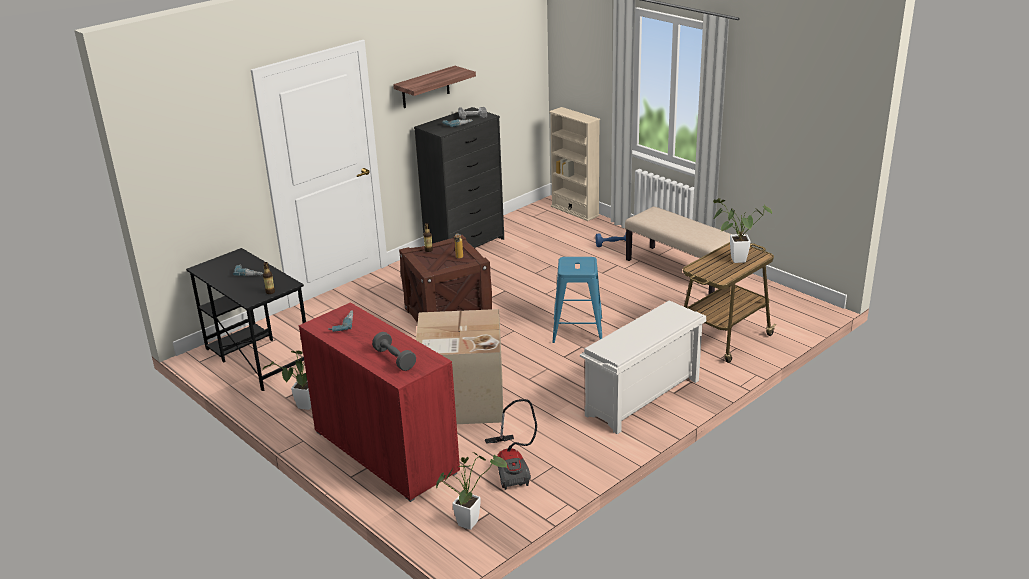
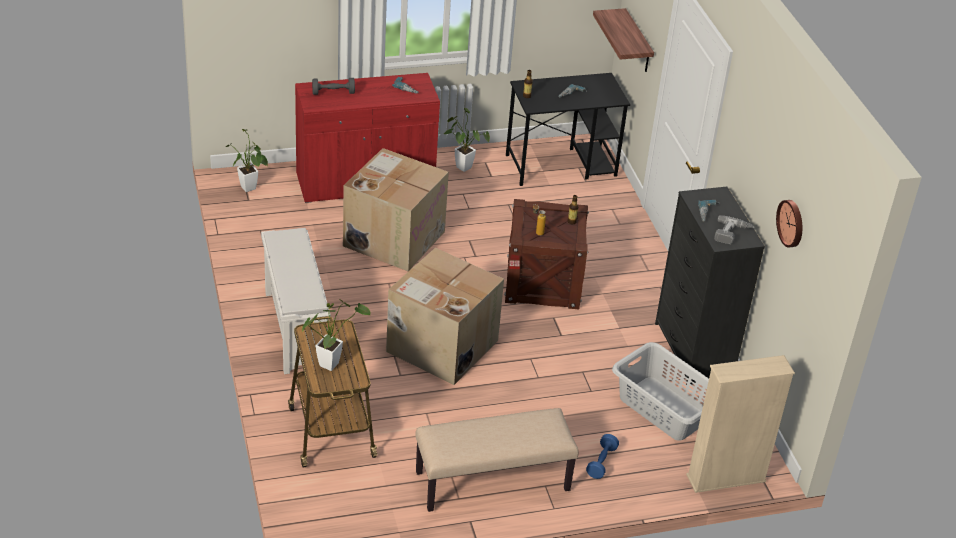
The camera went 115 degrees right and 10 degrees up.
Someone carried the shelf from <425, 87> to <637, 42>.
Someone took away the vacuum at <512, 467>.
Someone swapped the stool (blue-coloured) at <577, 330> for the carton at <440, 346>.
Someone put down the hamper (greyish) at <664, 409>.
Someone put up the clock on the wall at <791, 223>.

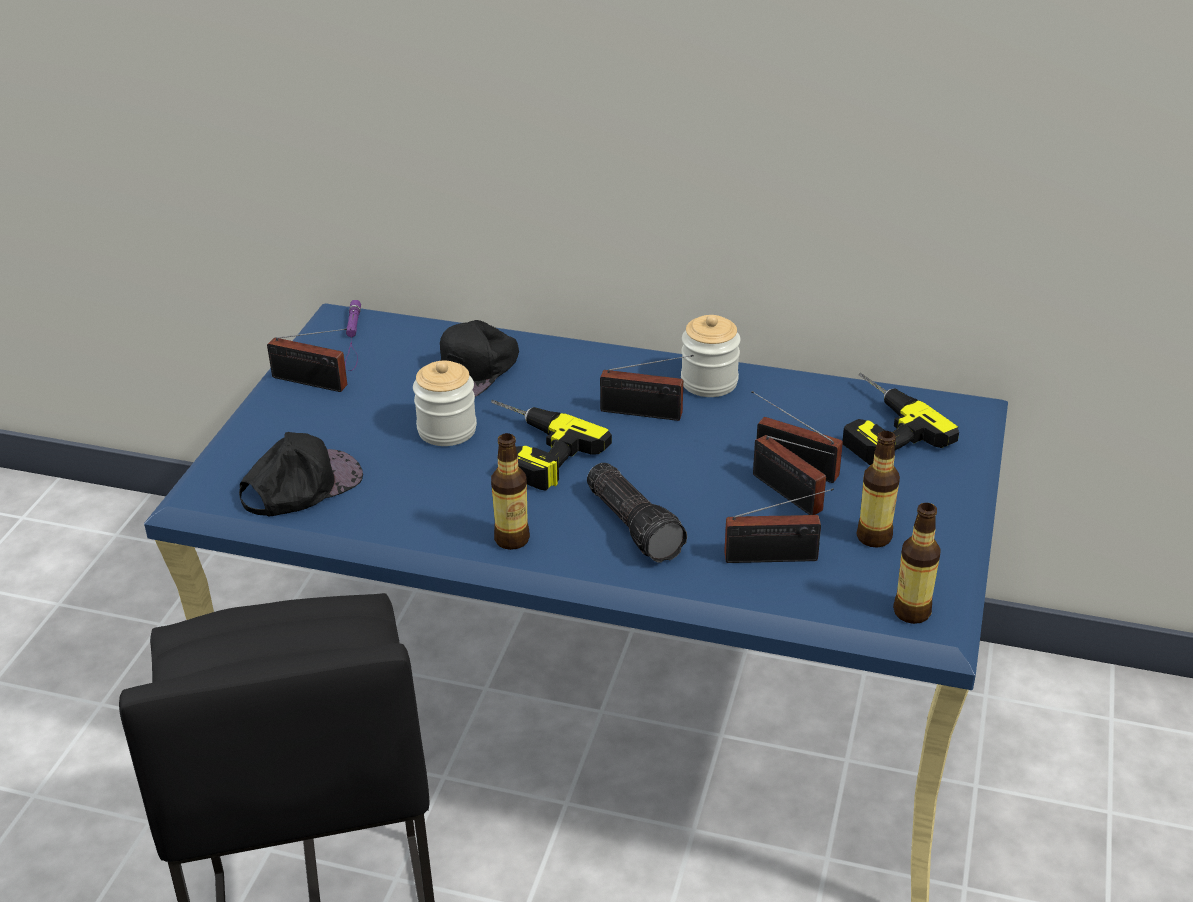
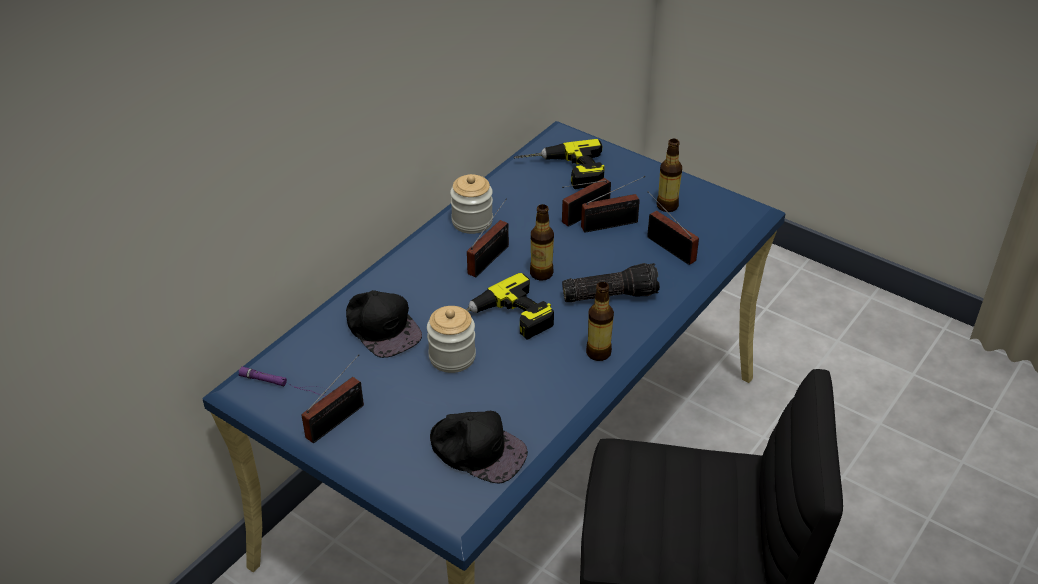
The camera went 70 degrees left and 5 degrees up.
Someone rotated the peaked cap (blackish) at <300, 485> by 135 degrees clockwise.
Someone rotated the radio receiver at <776, 557> by 60 degrees counterclockwise.
Someone carried the bottle from <911, 612> to <541, 273>.

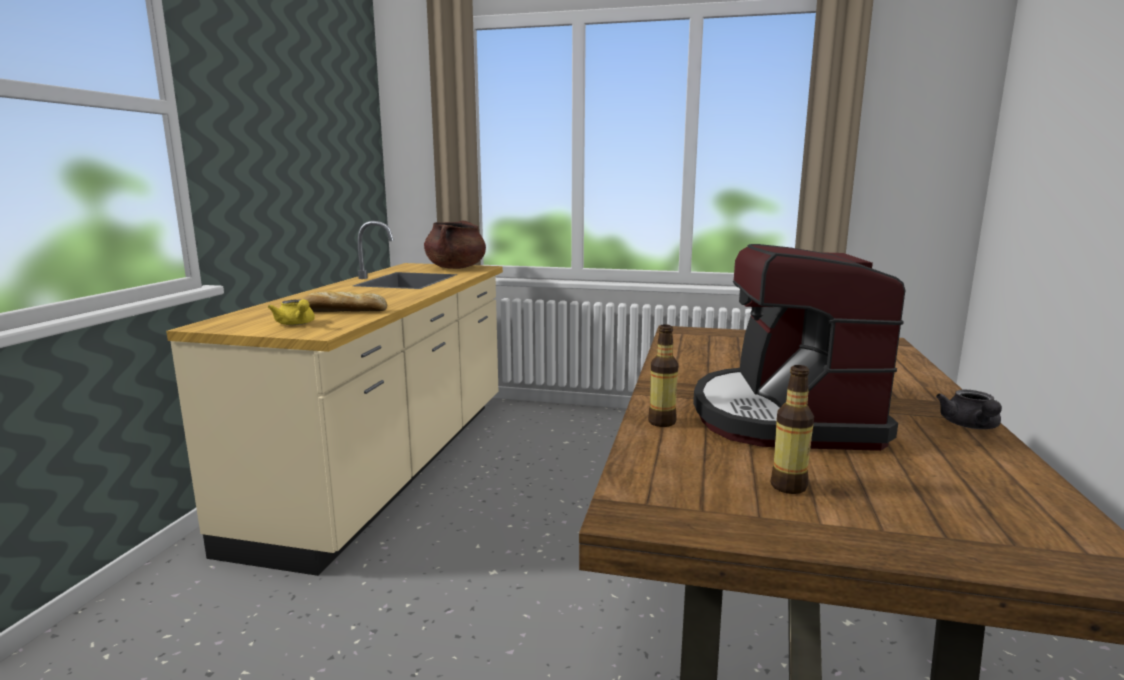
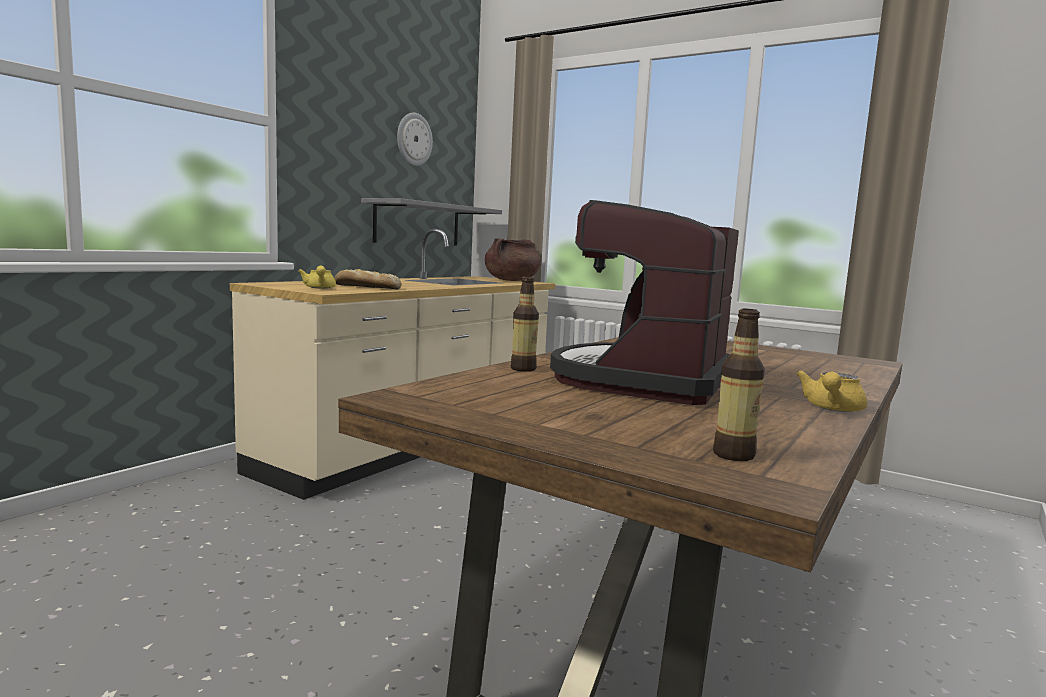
The camera went 20 degrees right and 5 degrees down.
Someone carried the bottle from <788, 486> to <733, 455>.
Someone repainted the teapot (greyish) at <970, 426>, which became the teapot (yellowish) at <831, 409>.
Someone put up the shelf (greyish) at <418, 224>.
Someone put up the clock on the wall at <413, 139>.

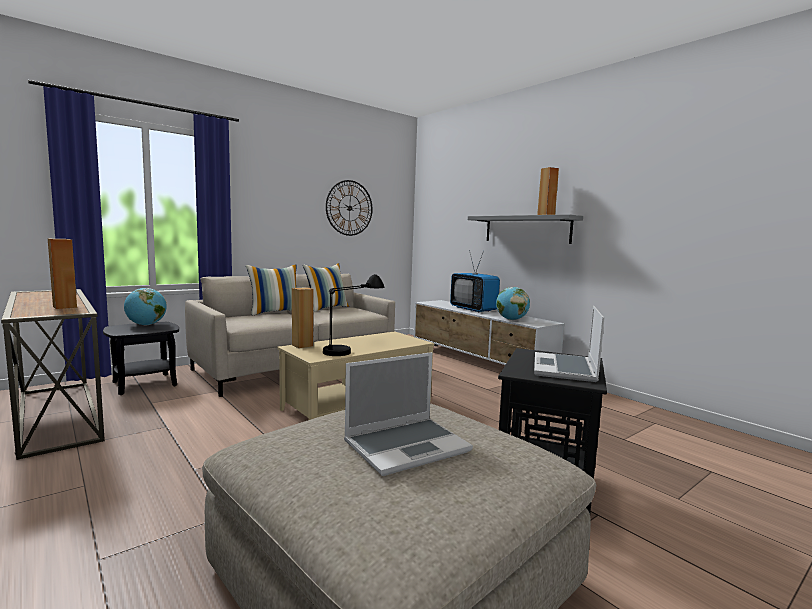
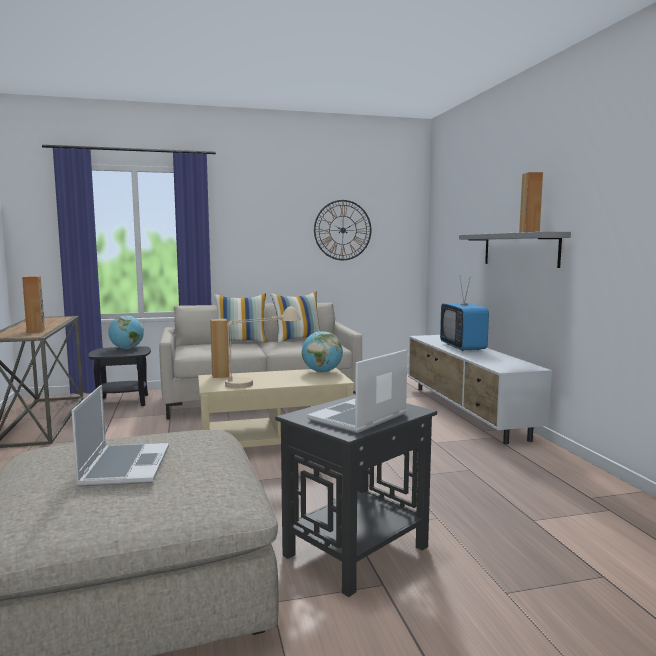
The camera went 25 degrees right and 0 degrees up.
Someone repainted the tabletop lamp (blackish) at <353, 348>, which became the tabletop lamp (beige) at <261, 381>.
Someone rotated the notebook computer at <407, 446> by 90 degrees counterclockwise.
Someone carried the world globe from <511, 319> to <322, 372>.

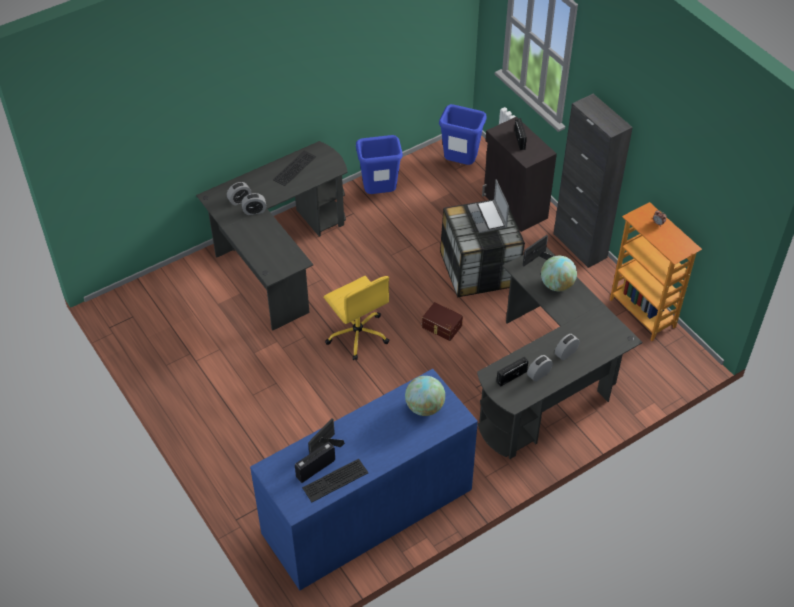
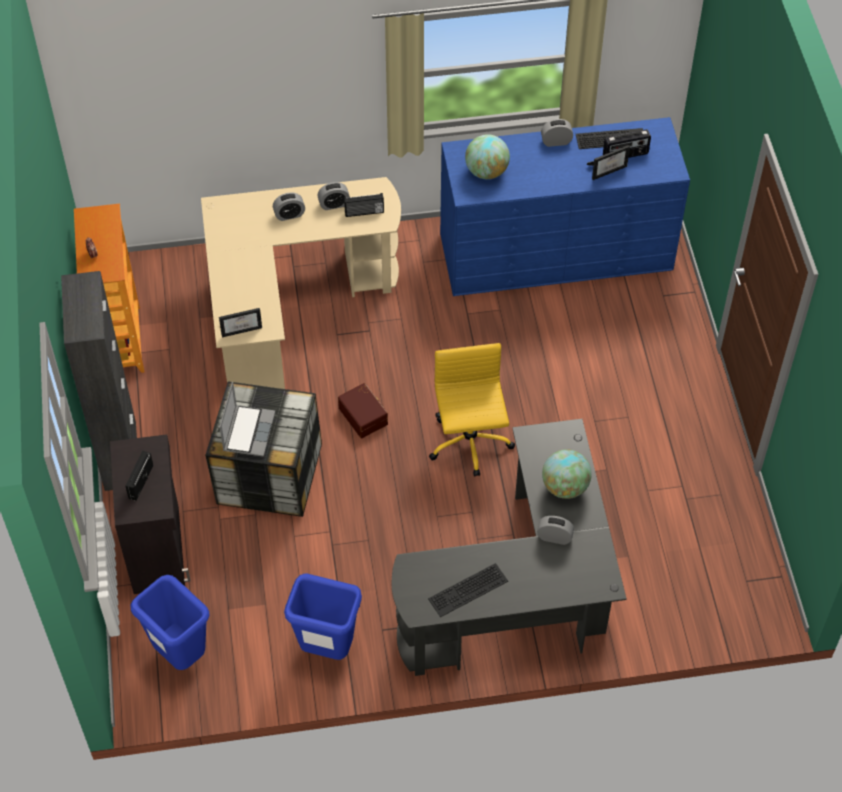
The camera went 155 degrees left and 5 degrees up.
Someone carried the table clock from <240, 200> to <556, 141>.
Someone repainted the desk unit (blackish) at <547, 383>, which became the desk unit (beige) at <289, 305>.
Someone carried the world globe from <557, 285> to <565, 487>.

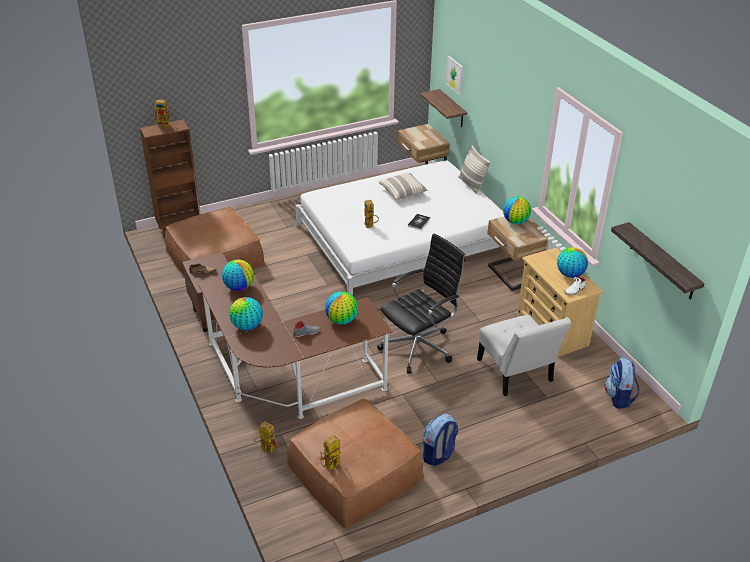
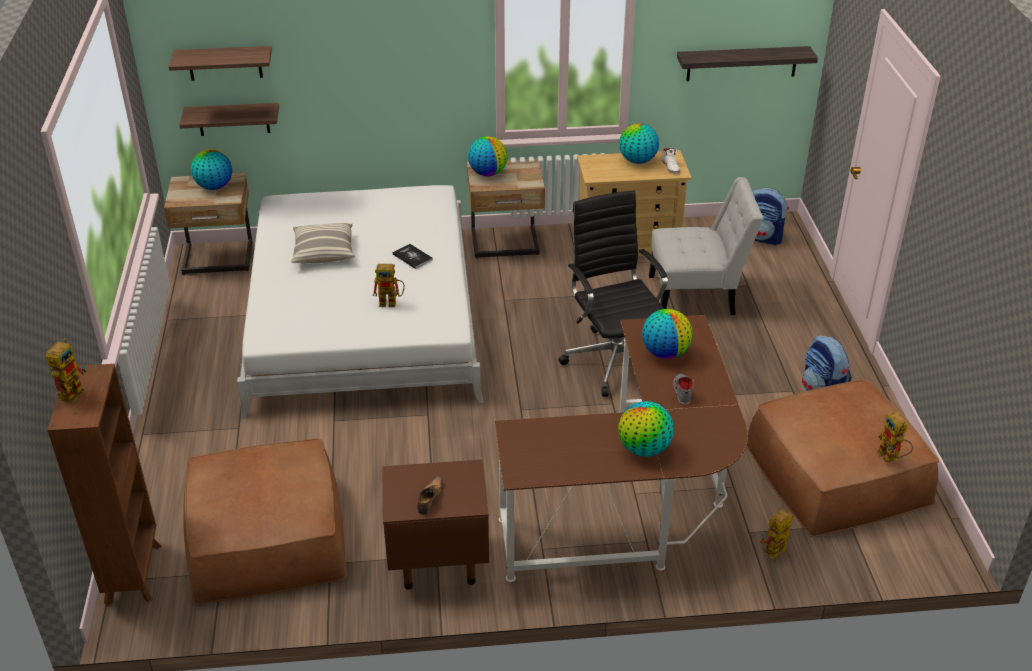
The camera went 70 degrees left and 0 degrees up.
Someone carried the world globe from <239, 287> to <214, 187>.
Someone swapped the picture at <455, 75> for the shelf at <225, 63>.
Someone took away the pillow at <471, 184>.

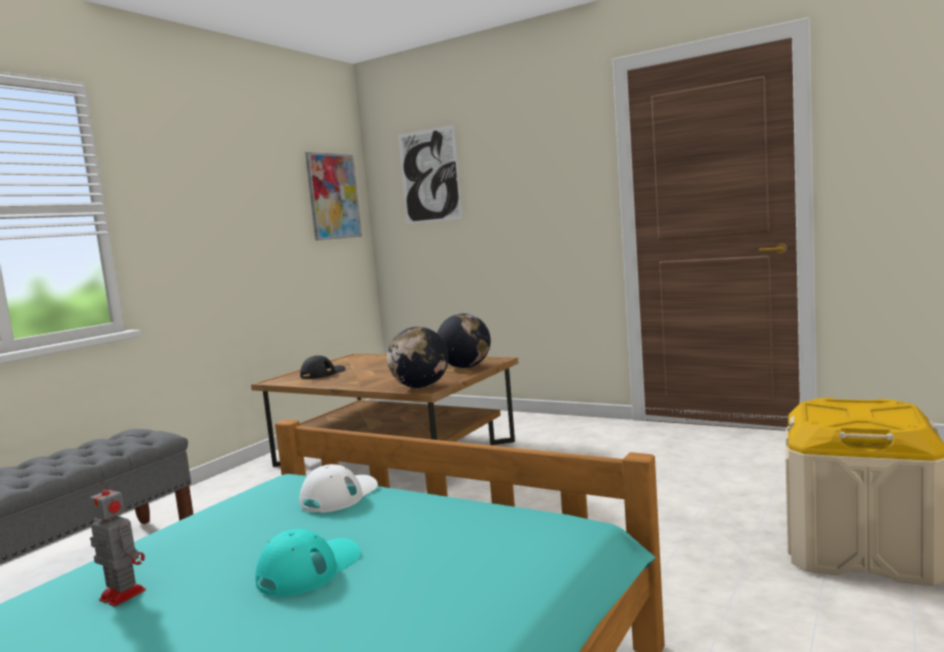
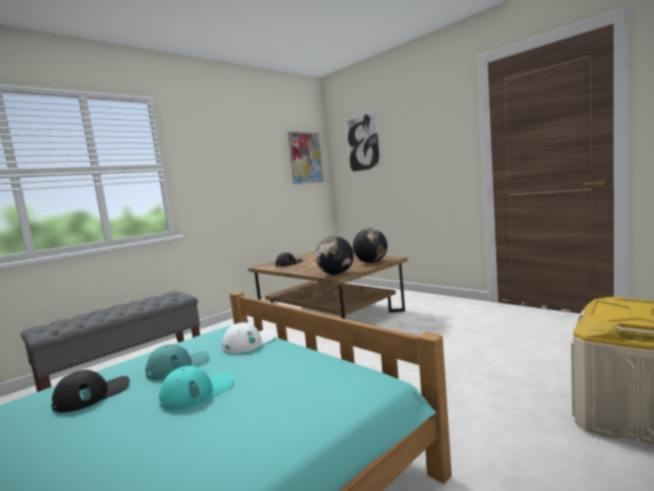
The camera went 15 degrees right and 0 degrees up.
Someone swapped the model robot at <121, 594> for the peaked cap (blackish) at <93, 395>.
Someone put down the peaked cap (turquoise-coloured) at <178, 366>.

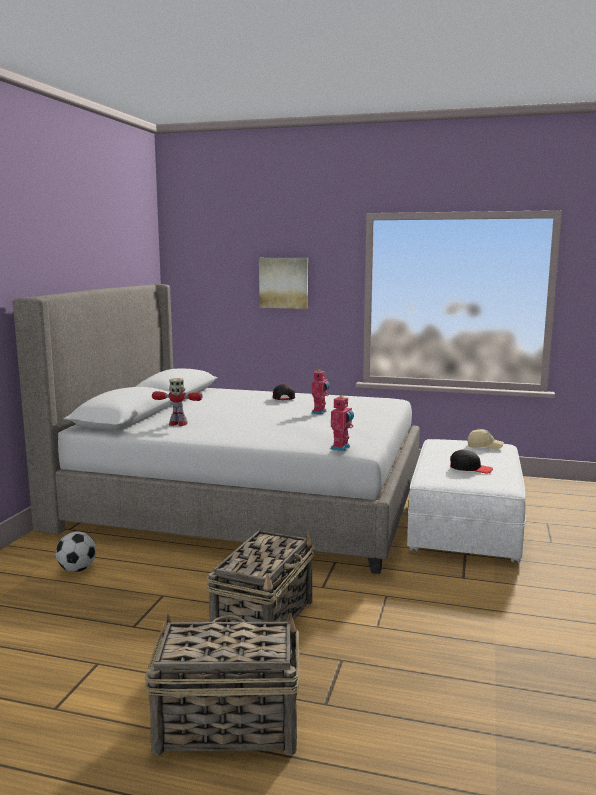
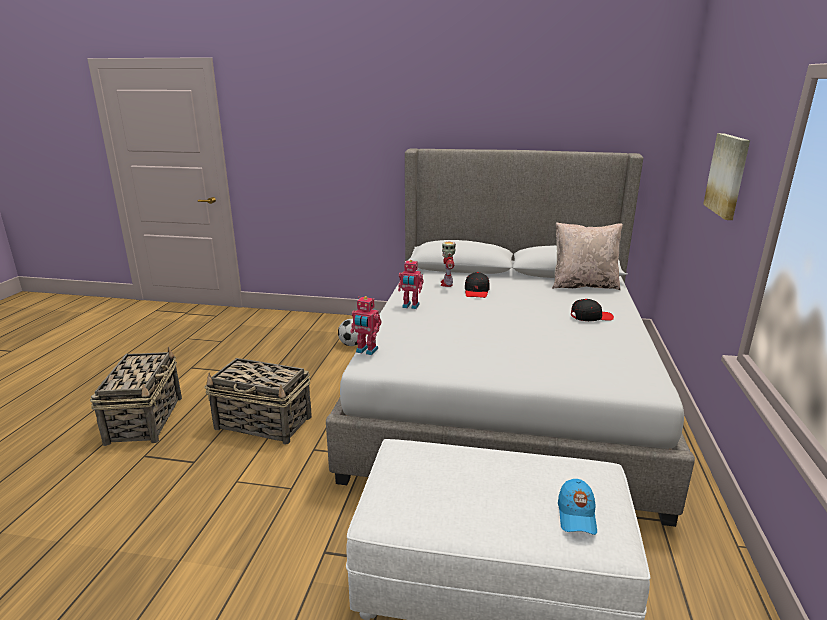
The camera went 85 degrees right and 10 degrees up.
Someone carried the model robot from <320, 412> to <410, 306>.
Someone carried the peaked cap (blackish) from <470, 468> to <476, 291>.
Someone repainted the peaked cap (beige) at <485, 446>, which became the peaked cap (blue-coloured) at <576, 515>.
Someone put down the pillow (beige) at <583, 285>.

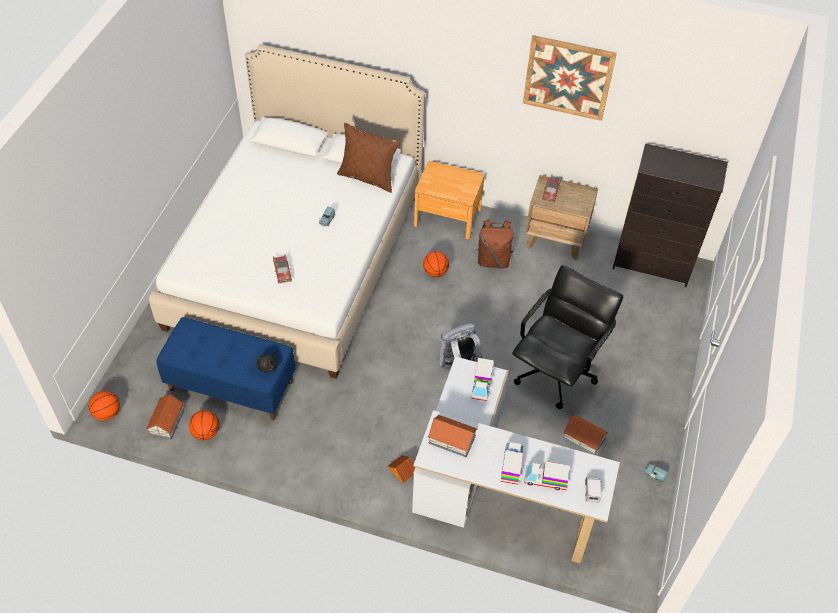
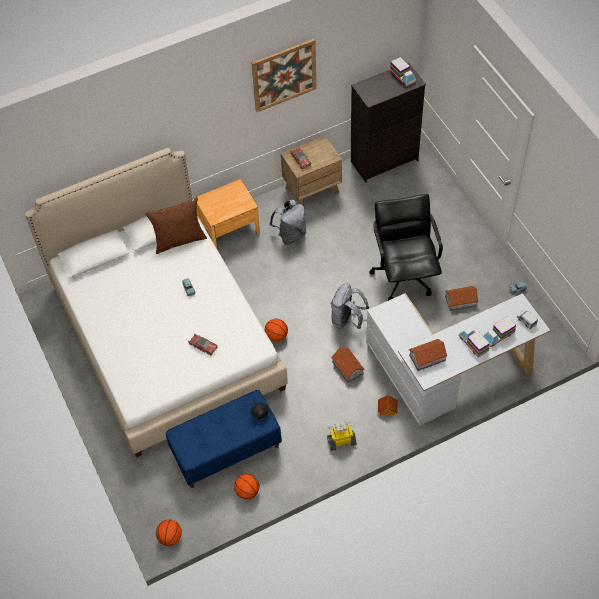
The camera went 40 degrees left and 5 degrees up.
Someone carried the toy house from <166, 422> to <347, 368>.
Someone carried the ball for basketball from <435, 272> to <276, 336>.
Someone carried the model truck from <481, 384> to <402, 77>.
Someone repainted the rucksack (brownish) at <493, 260>, which became the rucksack (greyish) at <290, 234>.
Someone put down the model robot at <341, 441>.

